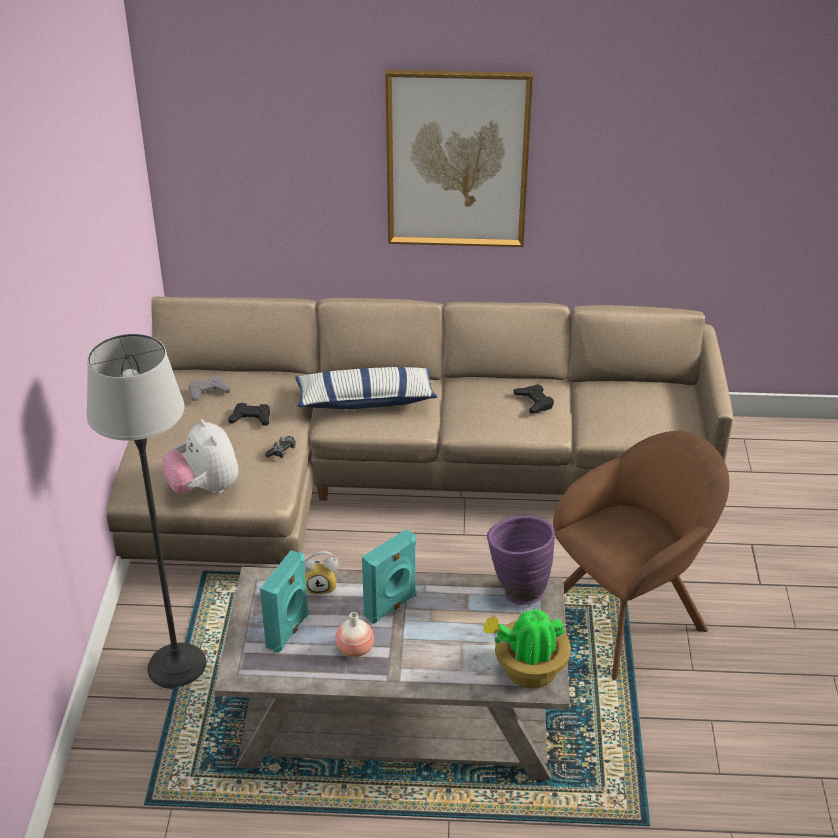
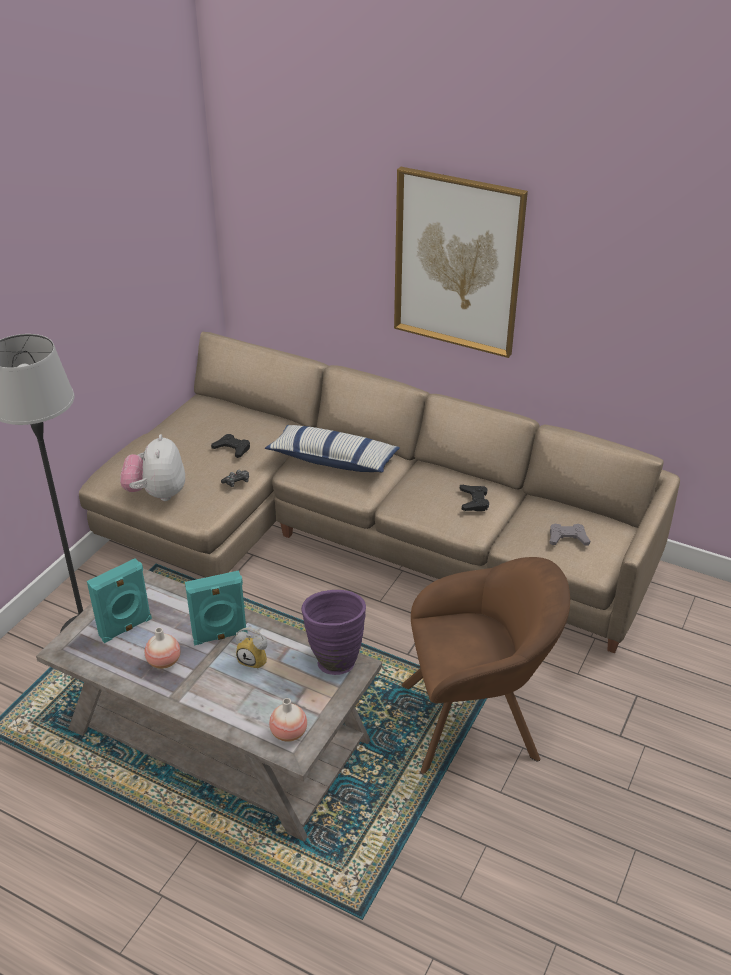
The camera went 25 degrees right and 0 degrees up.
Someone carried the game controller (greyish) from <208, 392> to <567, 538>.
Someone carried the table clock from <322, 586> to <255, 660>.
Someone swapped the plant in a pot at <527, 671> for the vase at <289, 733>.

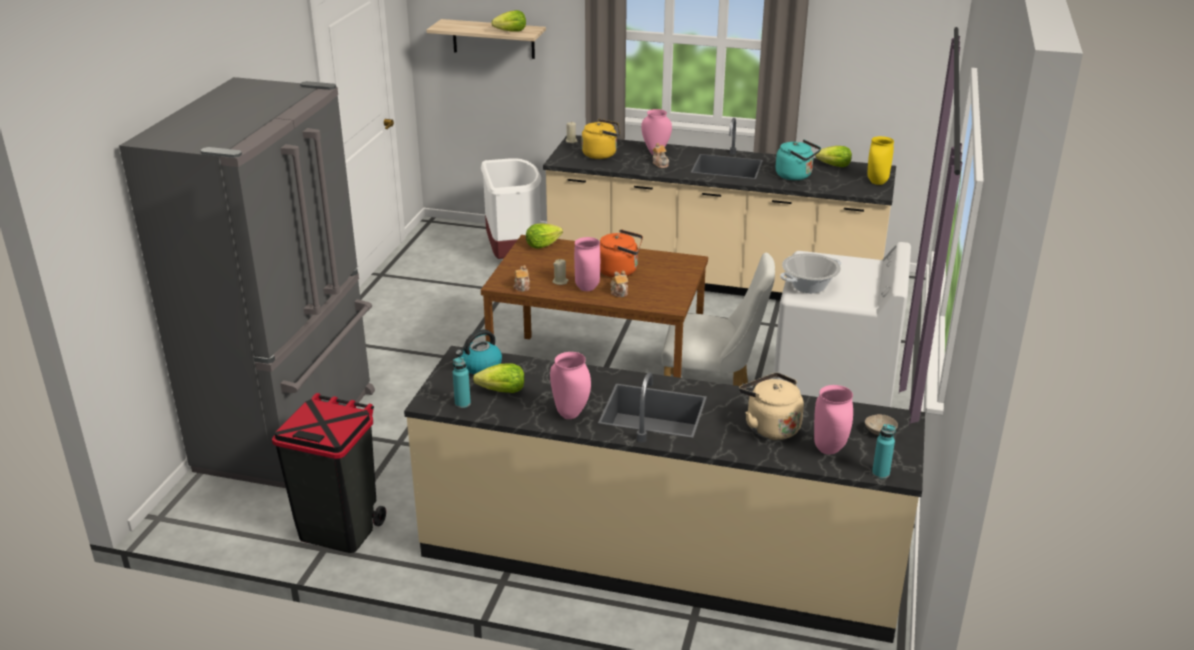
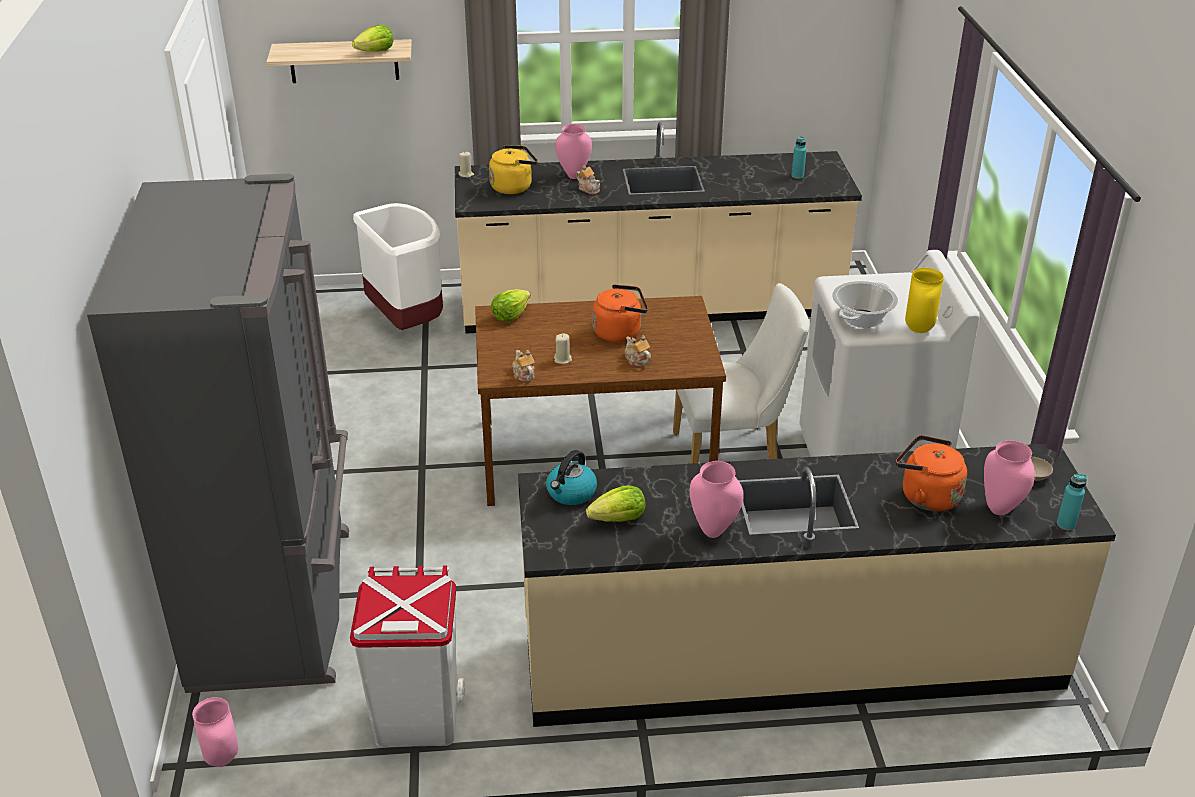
The camera went 20 degrees left and 5 degrees up.
Someone repainted the trash can (blackish) at <339, 529>, which became the trash can (white) at <416, 719>.
Someone carried the bottle (turquoise-coloured) from <462, 403> to <797, 176>.
Someone carried the vase (pink-coloured) from <588, 288> to <223, 759>.
Someone repainted the kettle (beige) at <770, 427>, which became the kettle (orangey) at <926, 496>.
Someone took away the kettle (turquoise-coloured) at <796, 176>.
Someone took away the lettuce at <834, 166>.
Someone carried the vase (yellowish) from <876, 182> to <918, 329>.

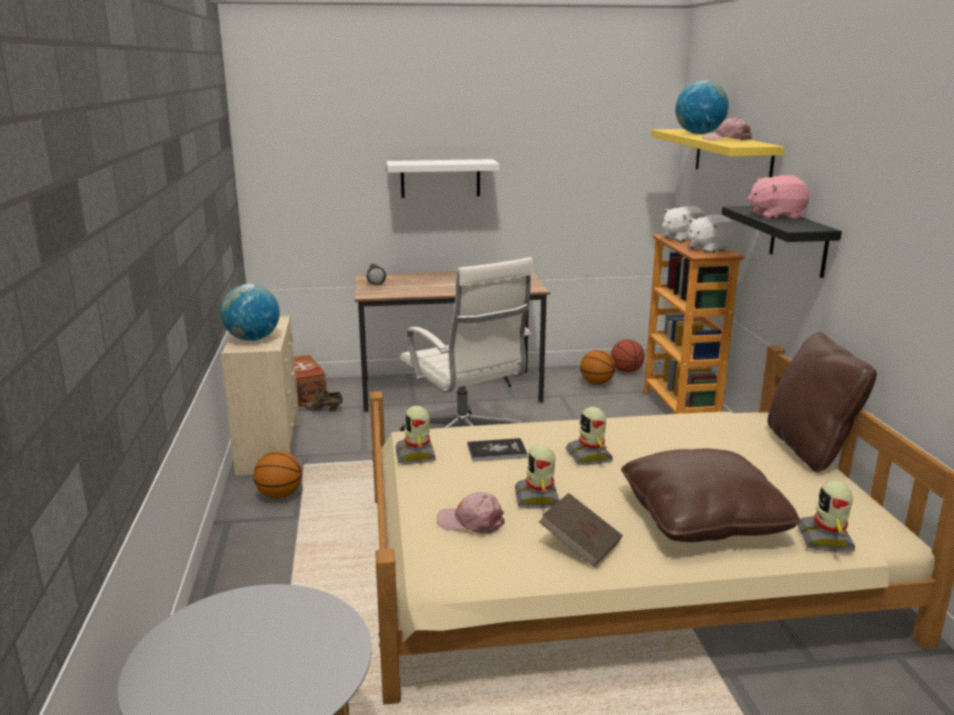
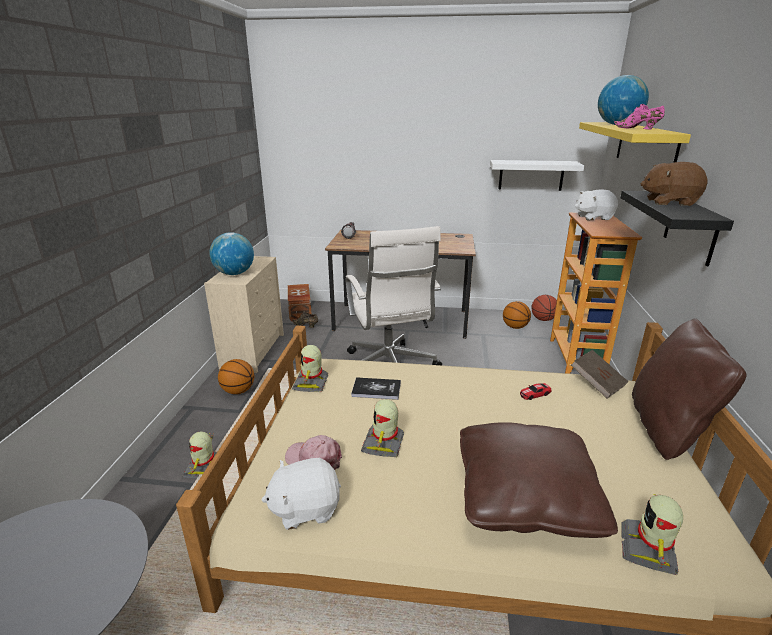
The camera went 15 degrees right and 5 degrees up.
Someone carried the shelf (white) from <440, 178> to <531, 175>.
Someone carried the volume (brownish) from <580, 544> to <597, 383>.
Someone carried the model robot from <590, 456> to <204, 468>.
Someone carried the cuddly toy (white) from <709, 249> to <305, 508>.
Someone swapped the peaked cap (pink-coloured) at <726, 139> for the shoe (pink-coloured) at <638, 128>.
Someone repainted the cuddly toy (pink-coloured) at <775, 216>, which became the cuddly toy (brownish) at <669, 202>.
Someone put down the miniature car at <535, 394>.

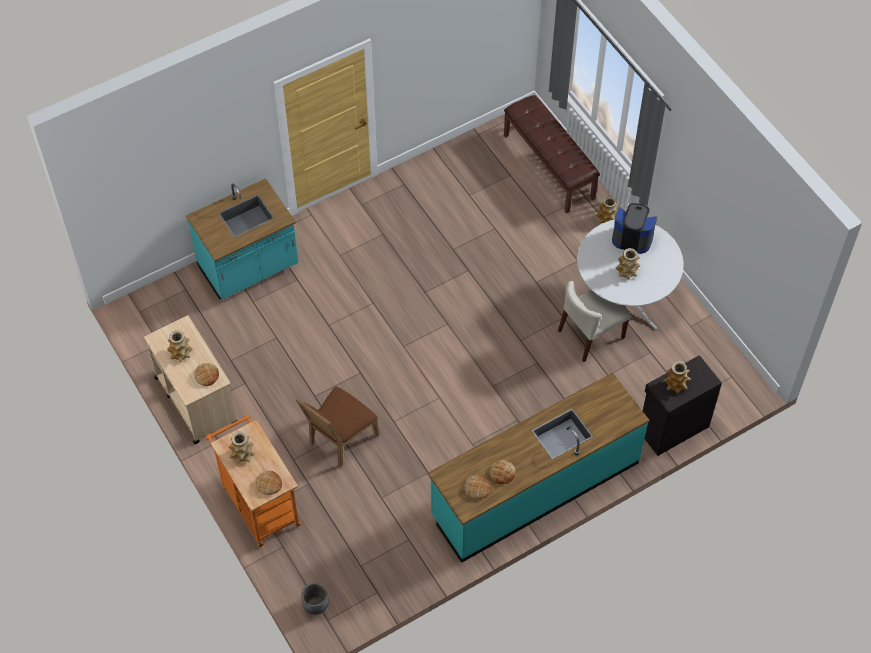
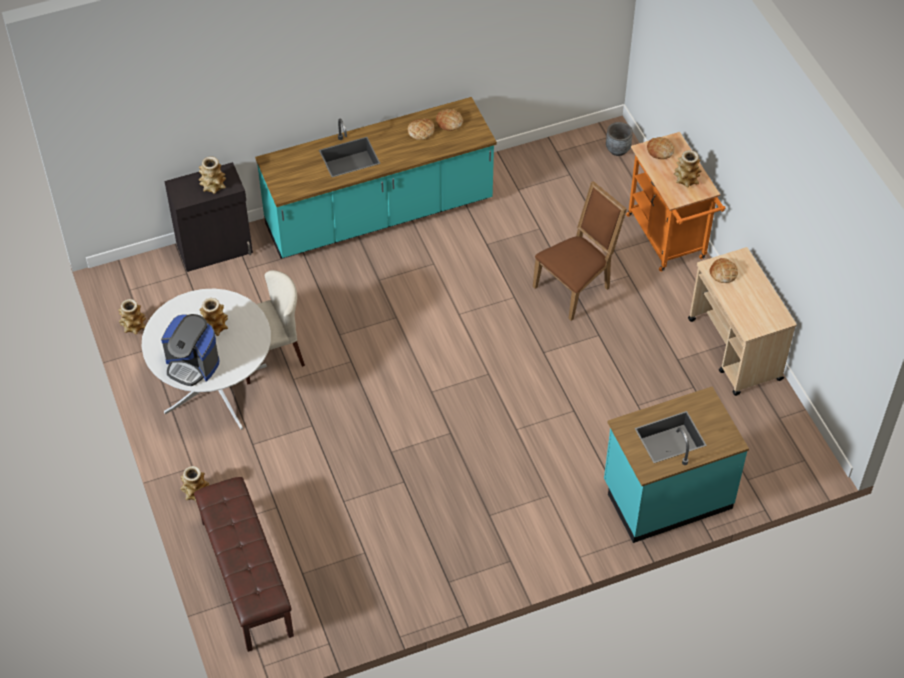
The camera went 170 degrees left and 5 degrees down.
Someone carried the vase from <181, 353> to <133, 326>.

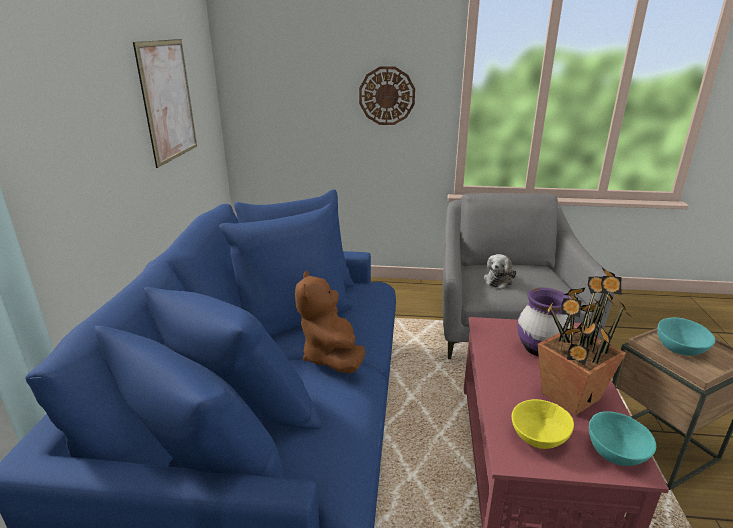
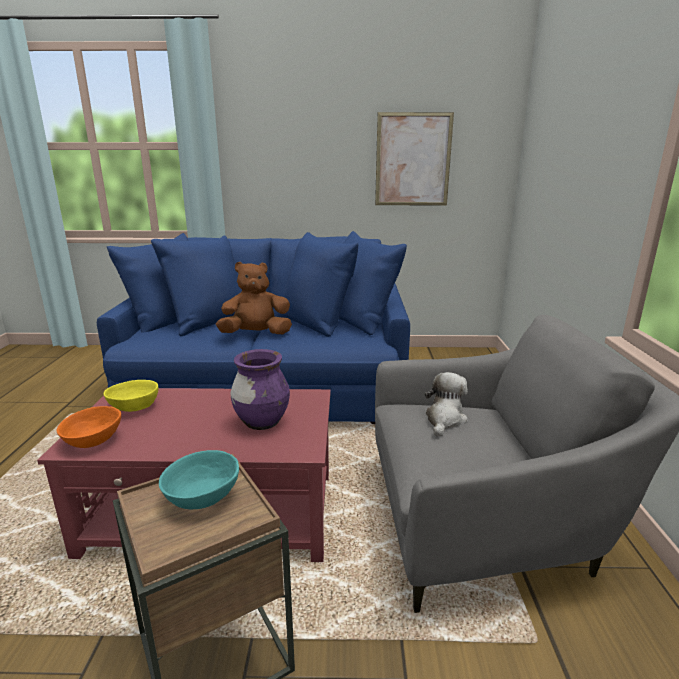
The camera went 85 degrees right and 5 degrees down.
Someone took away the clock on the wall at <387, 96>.
Someone rotated the cuddly toy at <499, 280> by 90 degrees clockwise.
Someone took away the plant in a pot at <569, 396>.
Someone repainted the bowl (turquoise-coloured) at <615, 452>, which became the bowl (orangey) at <94, 440>.

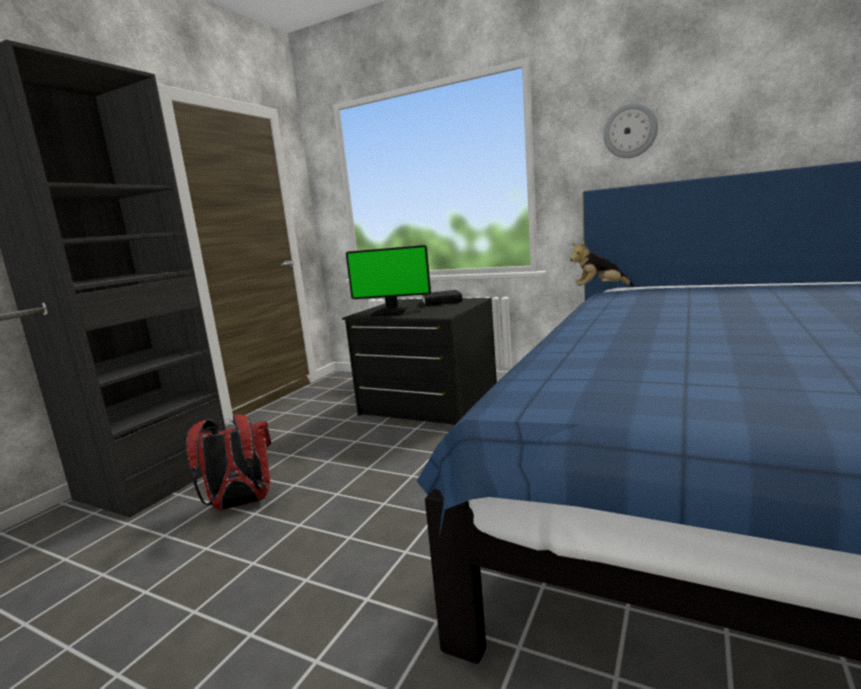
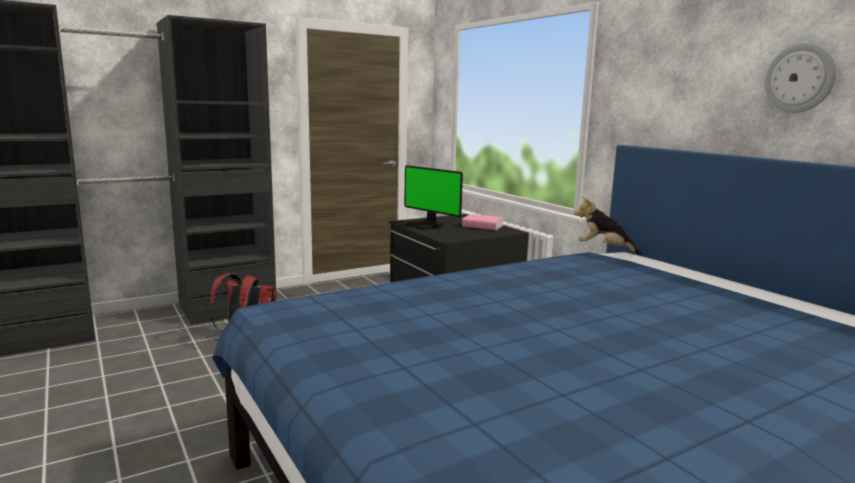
The camera went 30 degrees right and 0 degrees up.
Someone repainted the volume (blackish) at <441, 302>, which became the volume (pink-coloured) at <483, 226>.
Someone carried the clock on the wall from <630, 131> to <800, 78>.

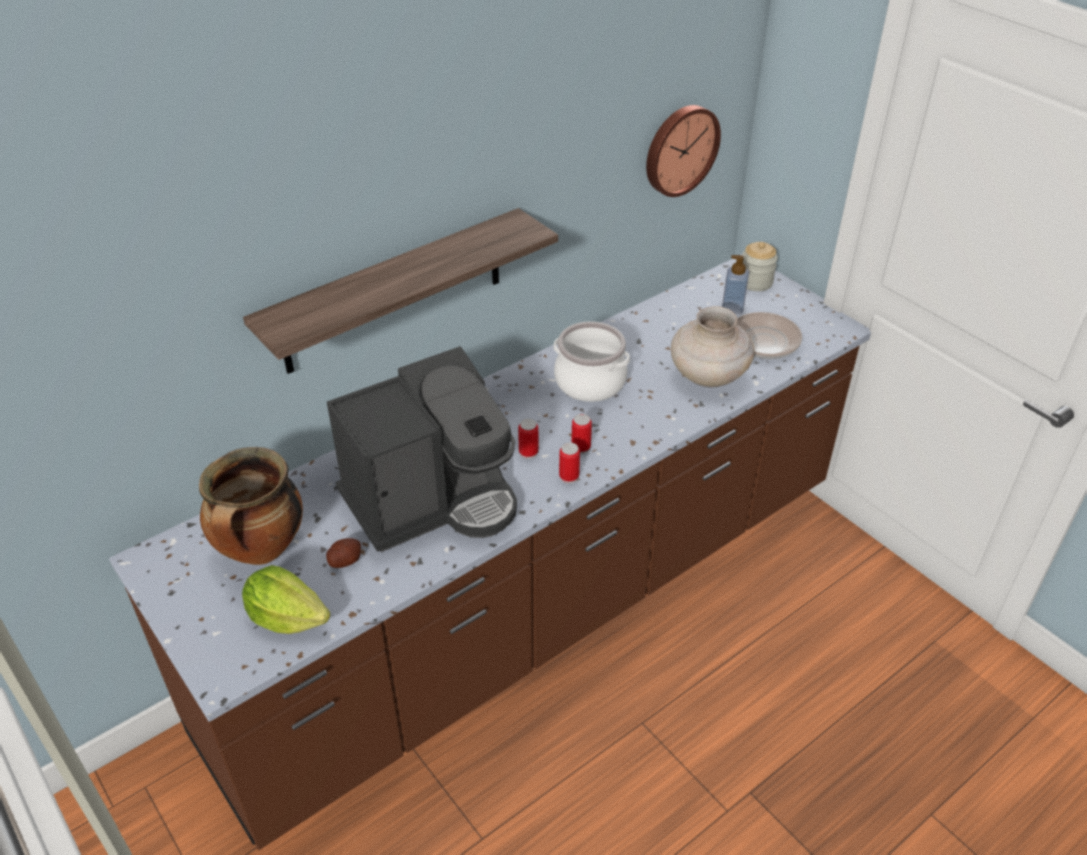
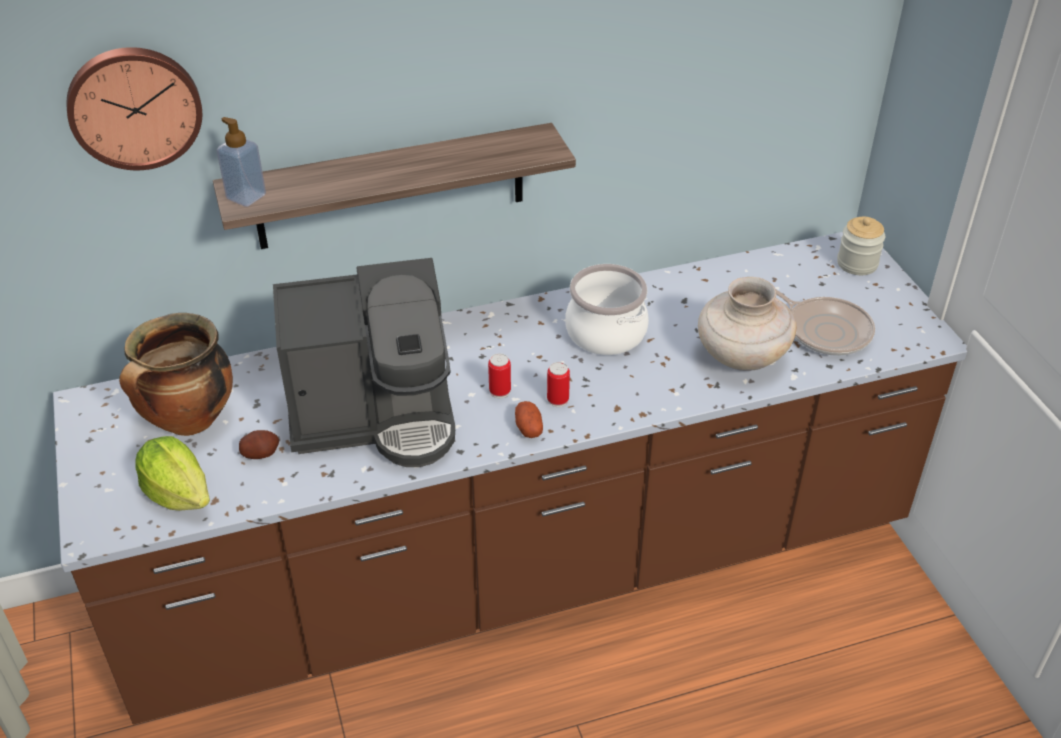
The camera went 20 degrees right and 0 degrees up.
Someone swapped the metal can at <569, 477> for the spud at <528, 427>.
Someone carried the clock on the wall from <680, 149> to <134, 106>.
Someone carried the soap dispenser from <732, 307> to <246, 196>.

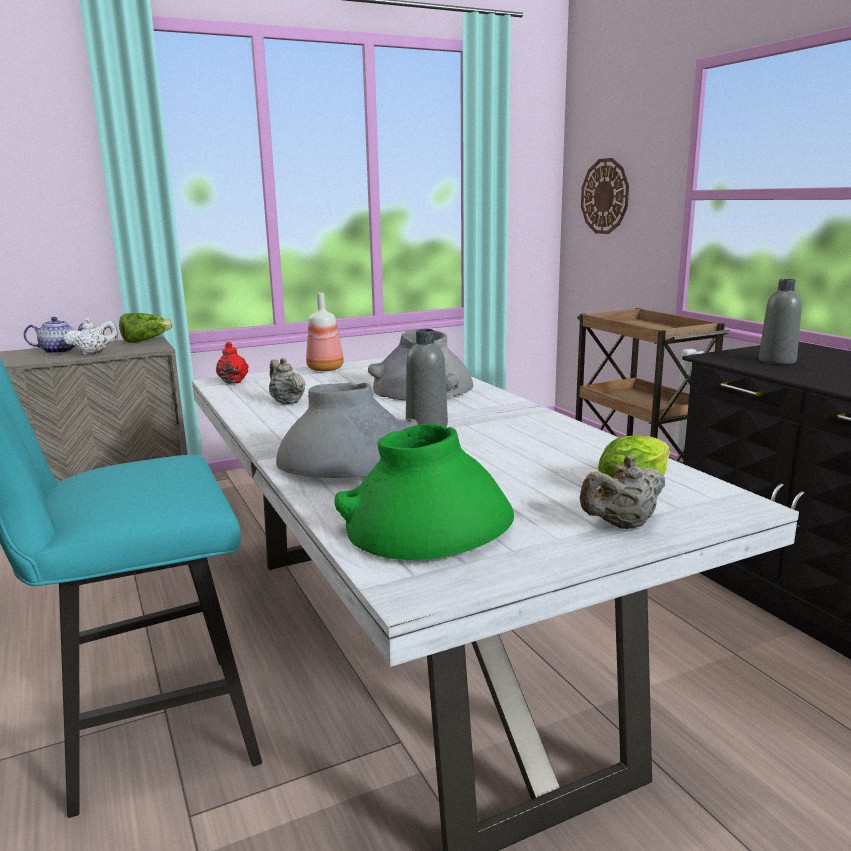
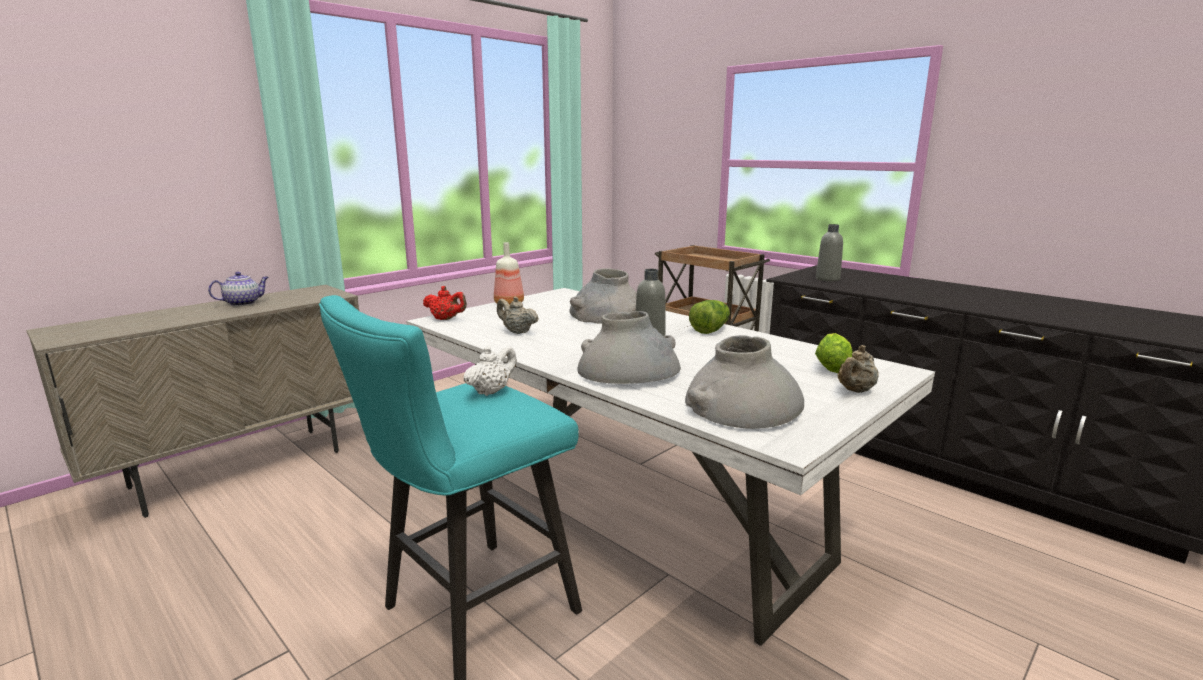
The camera went 20 degrees left and 0 degrees up.
Someone carried the teapot (white) from <93, 353> to <491, 391>.
Someone carried the lettuce from <145, 340> to <710, 329>.
Someone rotated the teapot (reddish) at <233, 381> by 150 degrees clockwise.
Someone repainted the vase (greenish) at <426, 525>, which became the vase (greyish) at <742, 406>.
Someone took away the clock on the wall at <605, 196>.

